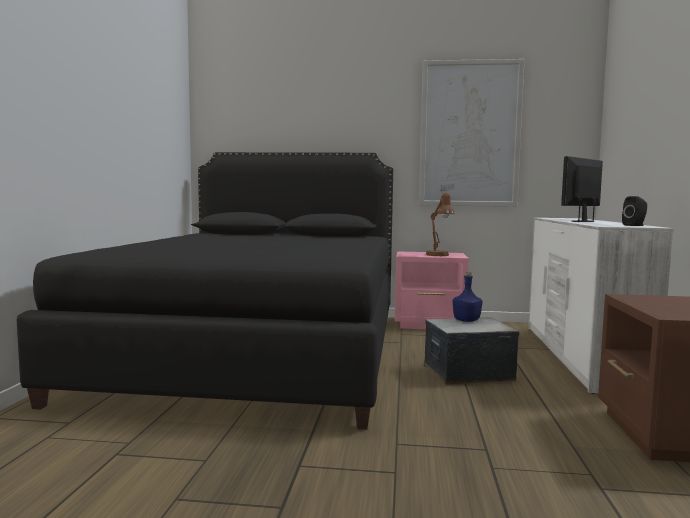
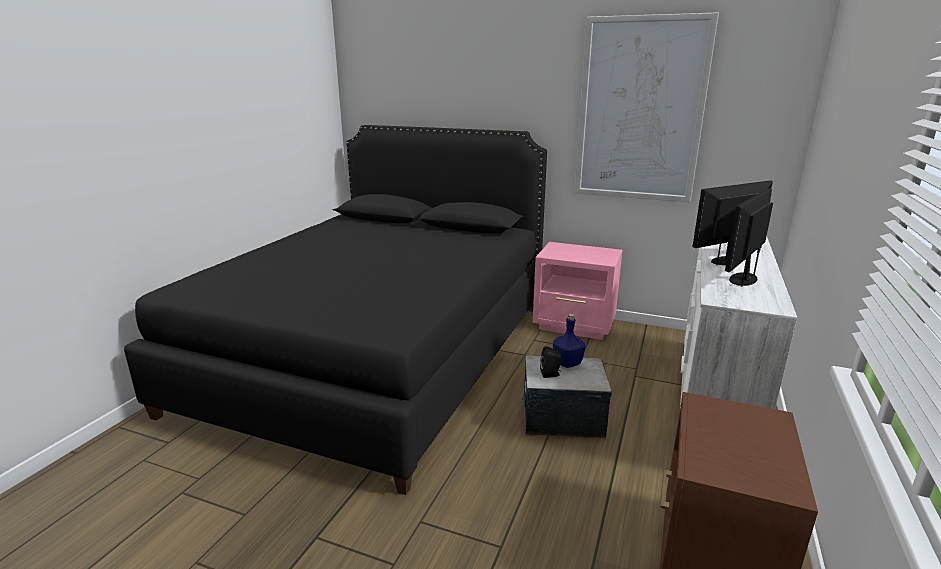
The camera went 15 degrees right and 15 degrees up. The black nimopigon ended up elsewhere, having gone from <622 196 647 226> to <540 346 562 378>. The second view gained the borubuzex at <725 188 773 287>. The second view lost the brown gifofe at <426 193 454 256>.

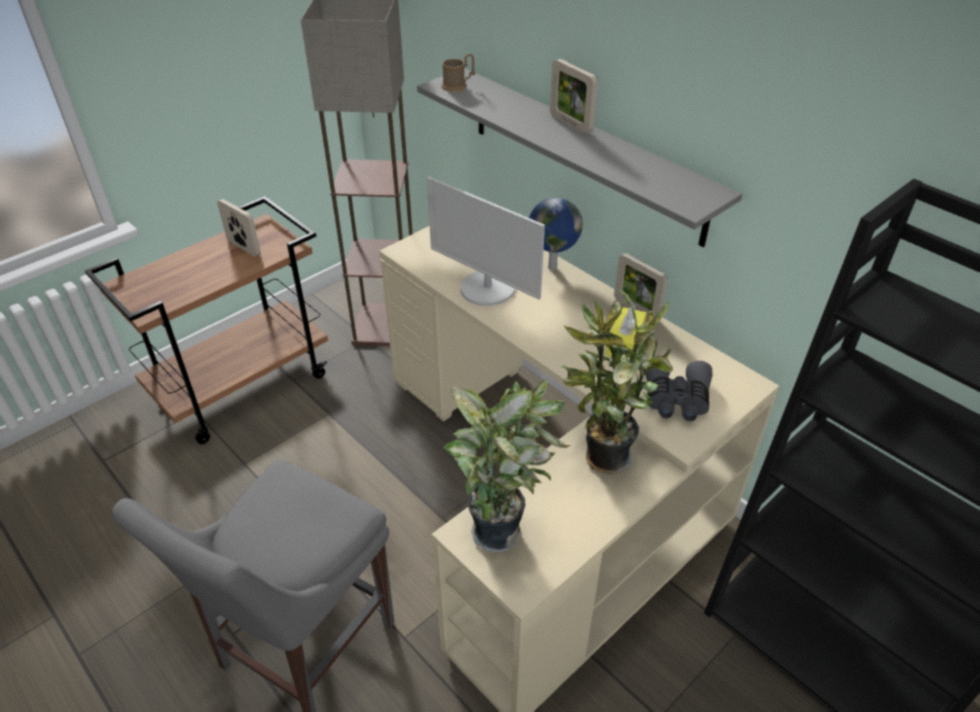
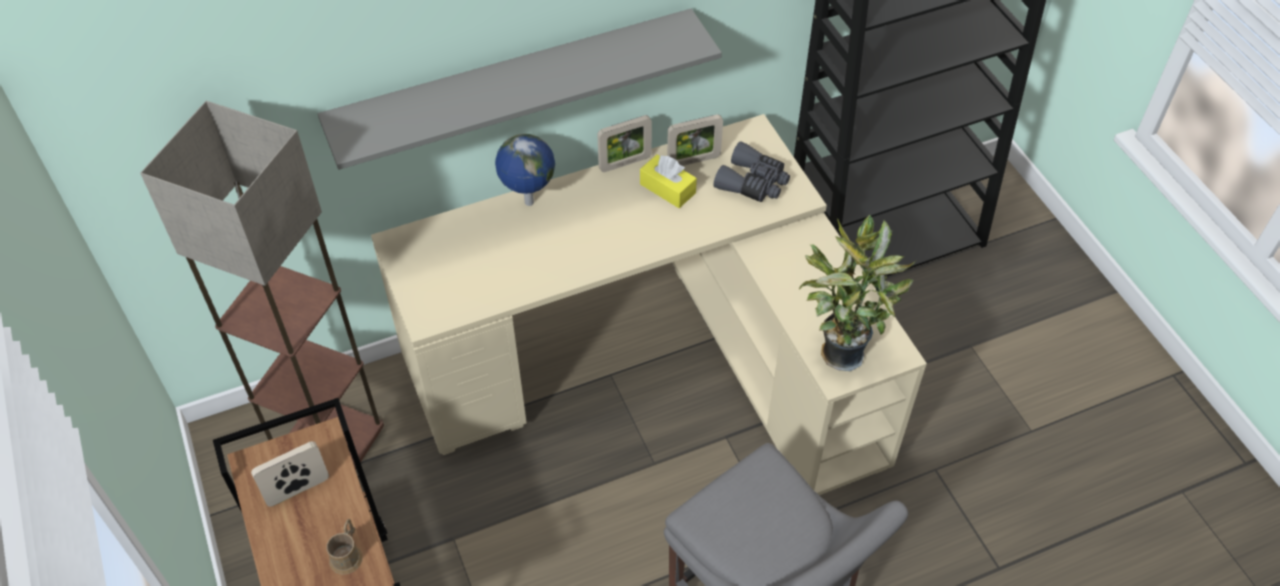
The camera went 70 degrees left and 10 degrees up. The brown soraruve ended up elsewhere, having gone from <441 54 475 92> to <326 519 362 575>. The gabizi ended up elsewhere, having gone from <550 59 598 134> to <667 114 723 166>. The second view lost the borubuzex at <427 177 545 306>. The second view lost the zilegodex at <562 289 673 474>.

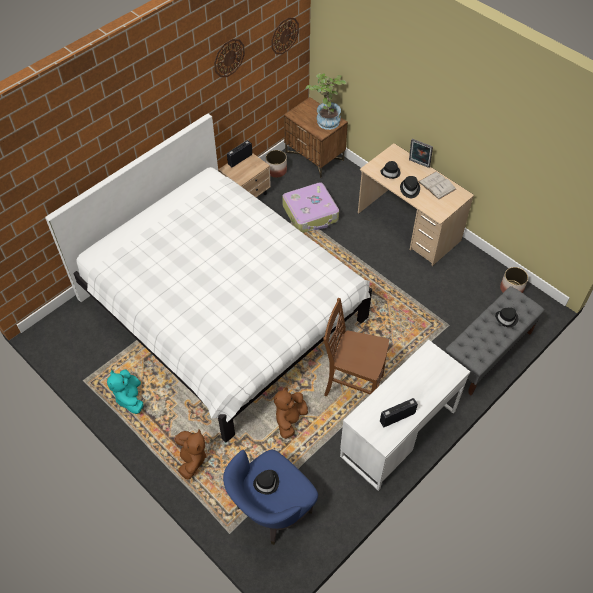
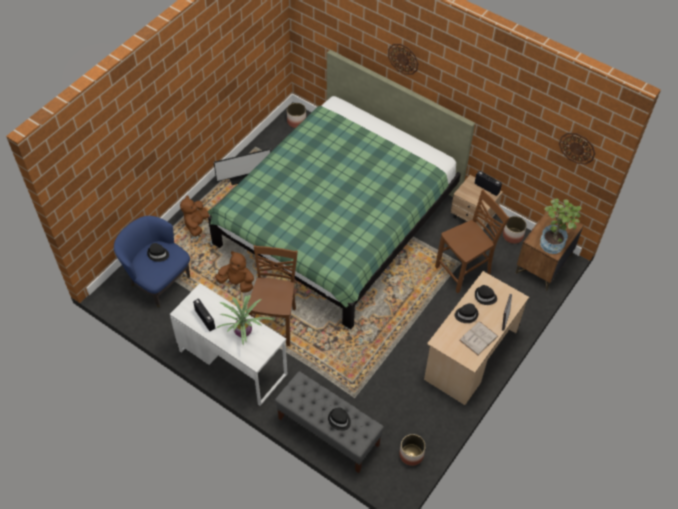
The camera went 80 degrees right and 0 degrees up. The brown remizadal at <175 430 207 479> ended up facing another way, 120 degrees clockwise from before. What was the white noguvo at <45 113 372 443> turned into the green noguvo at <208 50 475 329>. Where the turquoise remizadal stood at <107 370 144 414>, the borubuzex came to stand at <214 149 271 185>. The second view gained the zilegodex at <217 295 275 346>. The second view gained the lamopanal at <287 103 306 128>. The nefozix ended up elsewhere, having gone from <214 39 245 77> to <388 44 418 75>. Where the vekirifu stood at <282 182 339 233>, the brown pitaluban came to stand at <435 190 509 293>.

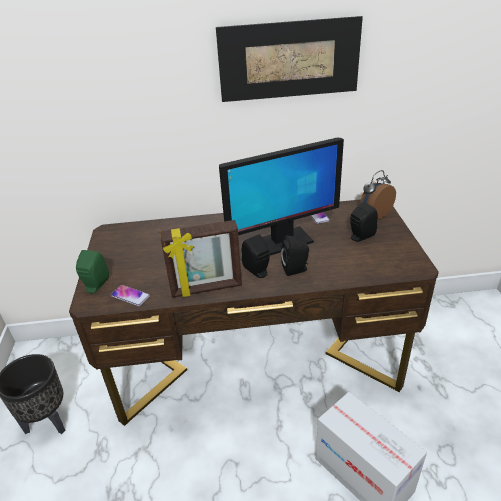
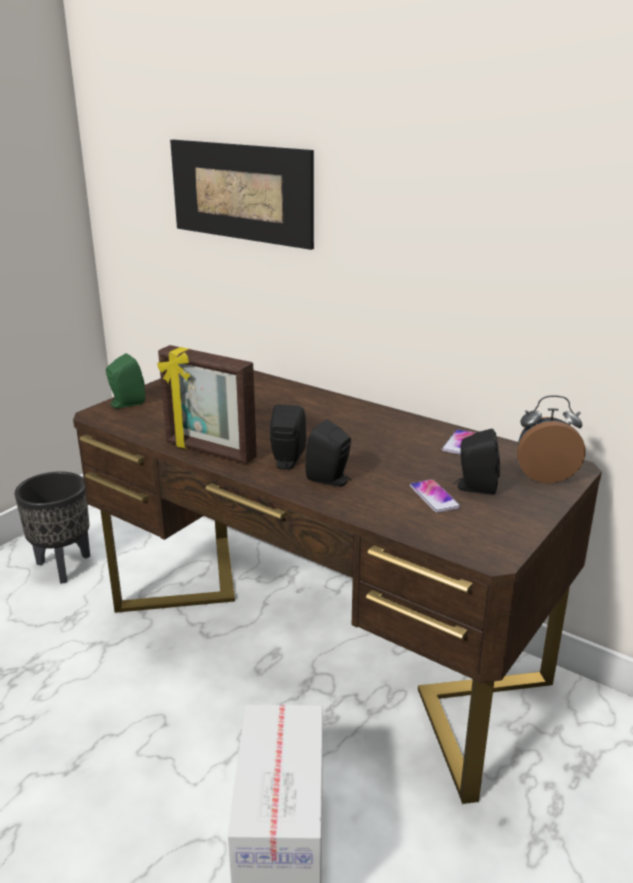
The camera went 40 degrees right and 10 degrees down. The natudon ended up elsewhere, having gone from <216 16 363 102> to <170 140 314 250>. The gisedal ended up elsewhere, having gone from <111 285 150 306> to <410 479 460 513>. The second view lost the borubuzex at <219 138 344 255>.

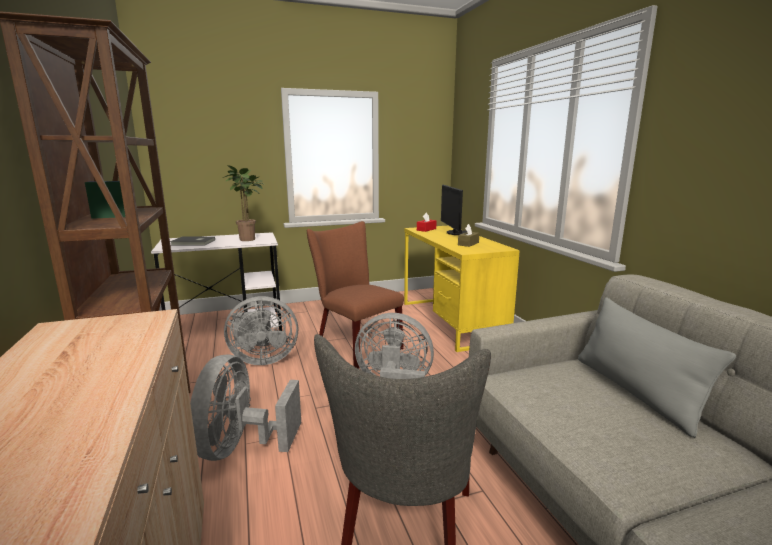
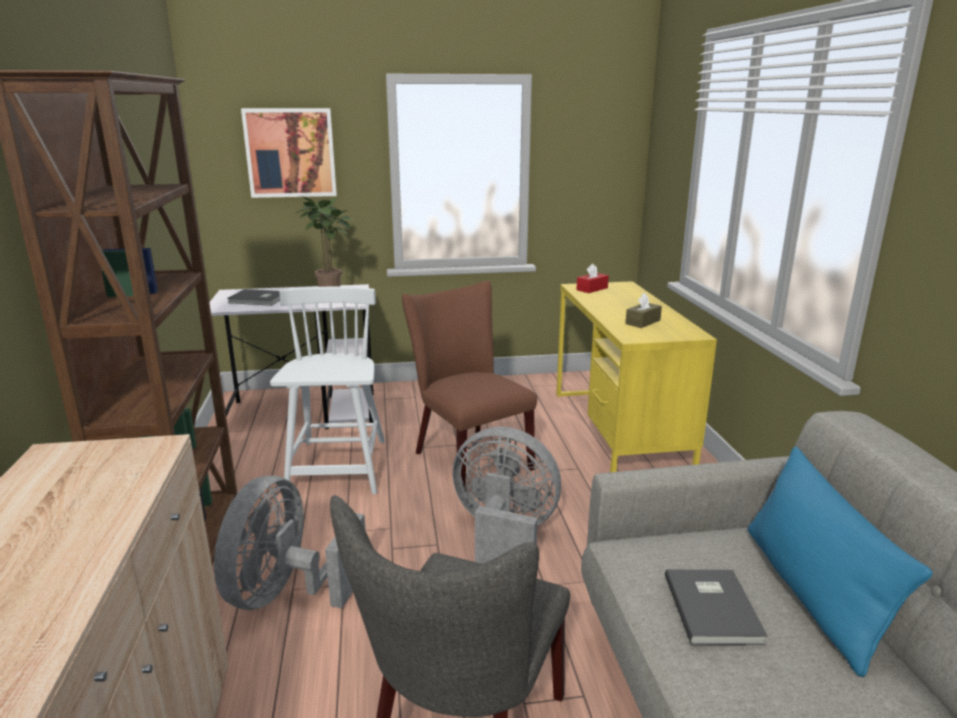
The camera went 10 degrees right and 5 degrees up. The second view gained the natudon at <241 108 337 198>. Where the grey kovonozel stood at <224 296 298 365>, the white pitaluban came to stand at <270 287 385 494>. The second view gained the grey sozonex at <665 569 768 645>. What was the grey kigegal at <578 297 736 438> turned into the blue kigegal at <748 446 933 677>. The second view lost the borubuzex at <441 185 467 235>.

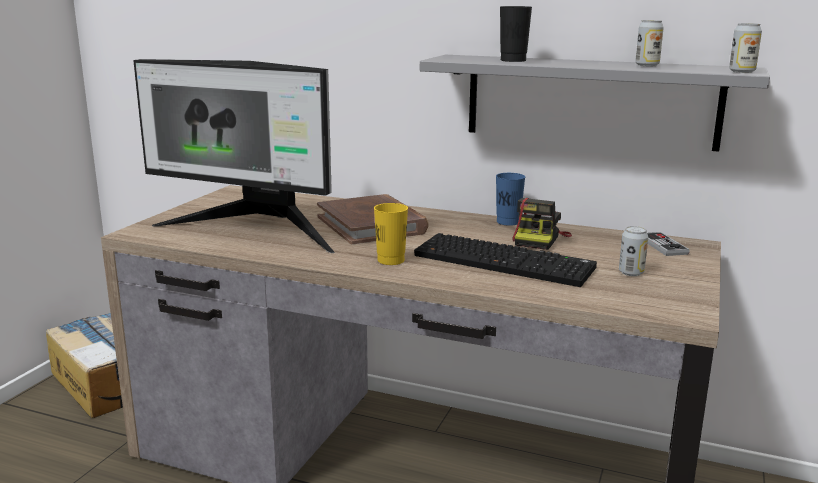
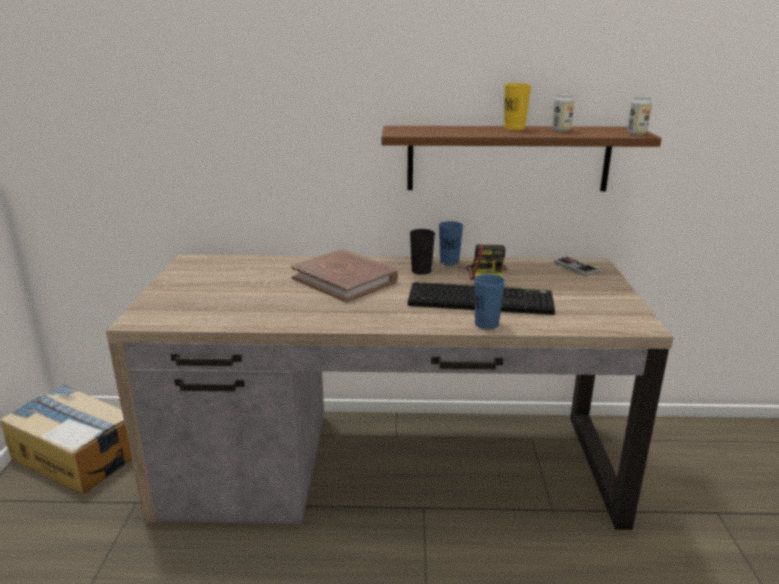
The camera went 20 degrees left and 5 degrees up. What was the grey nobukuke at <420 55 770 152> turned into the brown nobukuke at <381 126 662 191>. The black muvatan ended up elsewhere, having gone from <500 6 532 62> to <410 229 435 275>. The second view gained the blue muvatan at <475 274 505 330>. The yellow muvatan ended up elsewhere, having gone from <374 203 408 265> to <504 83 531 130>. The second view lost the borubuzex at <133 59 335 253>. The second view lost the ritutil at <619 226 648 276>.

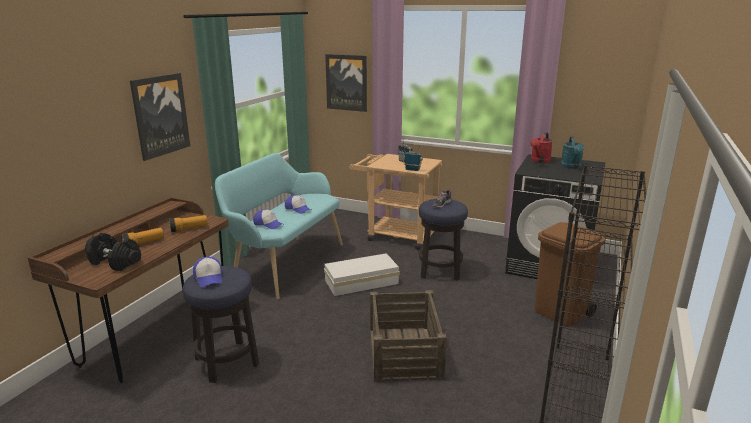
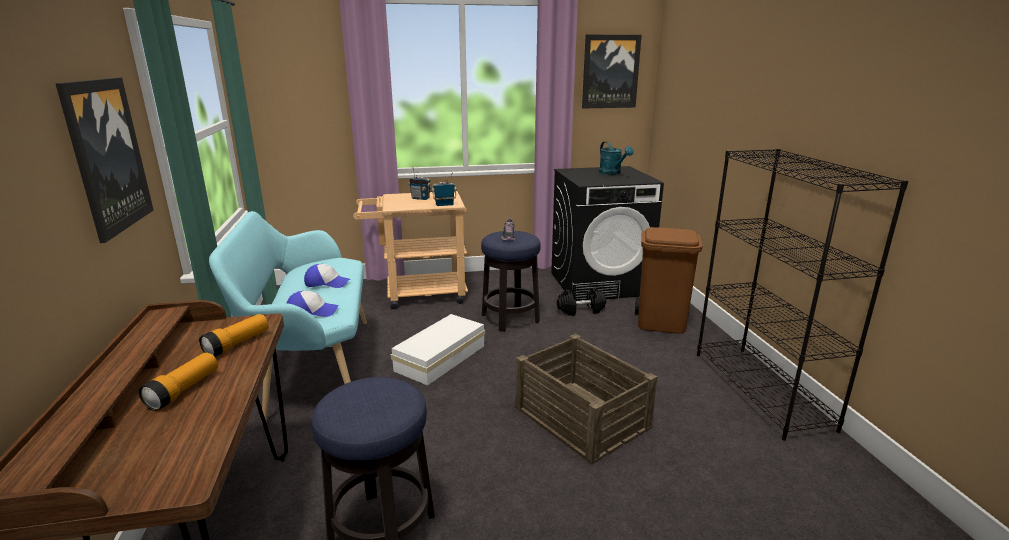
The camera went 35 degrees left and 0 degrees up. The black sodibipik ended up elsewhere, having gone from <85 233 141 271> to <557 287 606 316>. The natudon ended up elsewhere, having gone from <325 54 367 112> to <582 34 642 108>. The second view lost the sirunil at <193 257 222 287>. The second view lost the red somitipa at <530 132 553 163>.

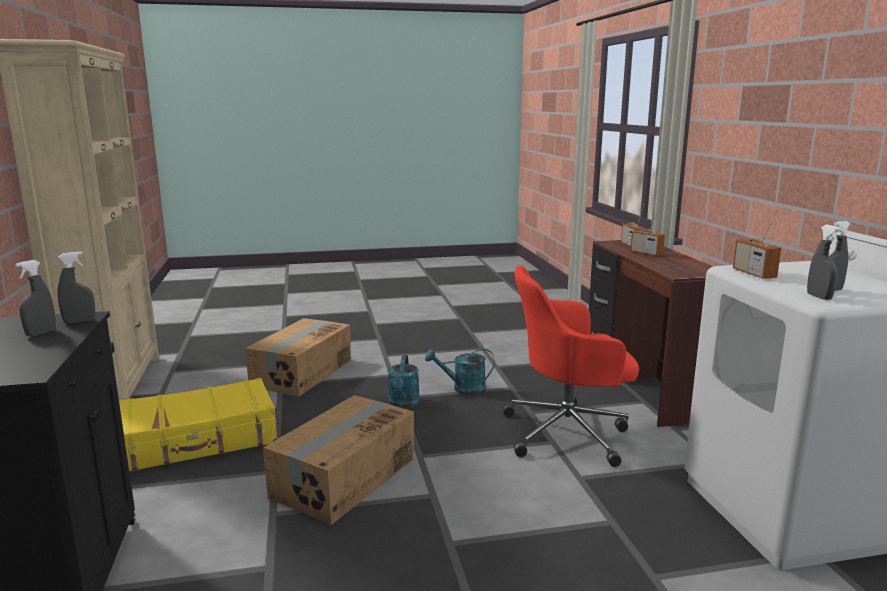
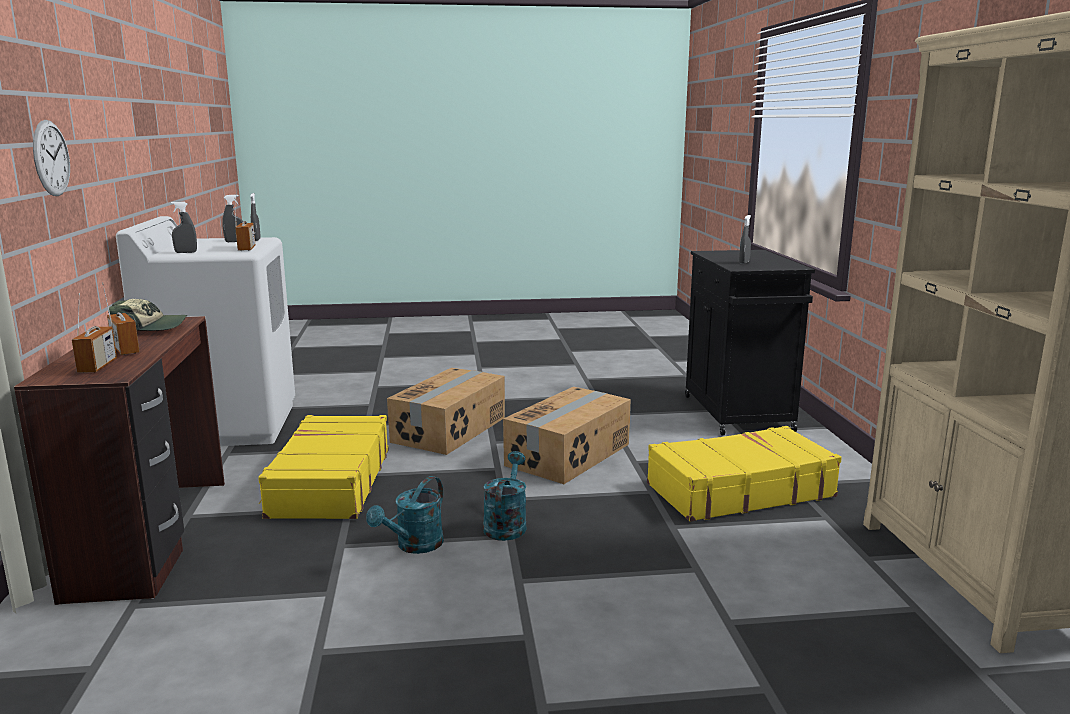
The camera went 175 degrees left and 0 degrees up. The second view gained the nefozix at <33 120 70 196>. The second view gained the sirunil at <108 299 187 331>. The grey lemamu ended up elsewhere, having gone from <57 252 95 324> to <171 202 197 253>. Where the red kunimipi stood at <502 266 639 467>, the yellow vekirifu came to stand at <258 415 389 519>. The turquoise somitipa at <425 349 495 395> ended up facing another way, 120 degrees clockwise from before. The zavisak ended up elsewhere, having gone from <245 318 351 397> to <387 368 505 455>.

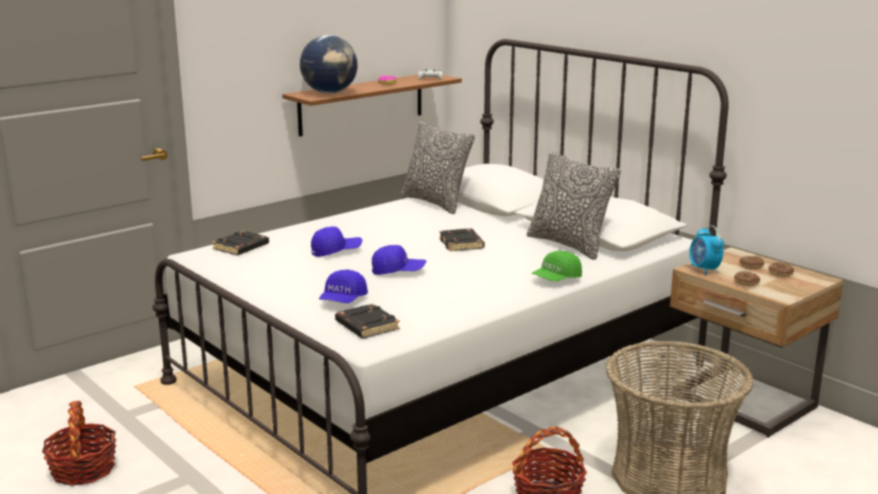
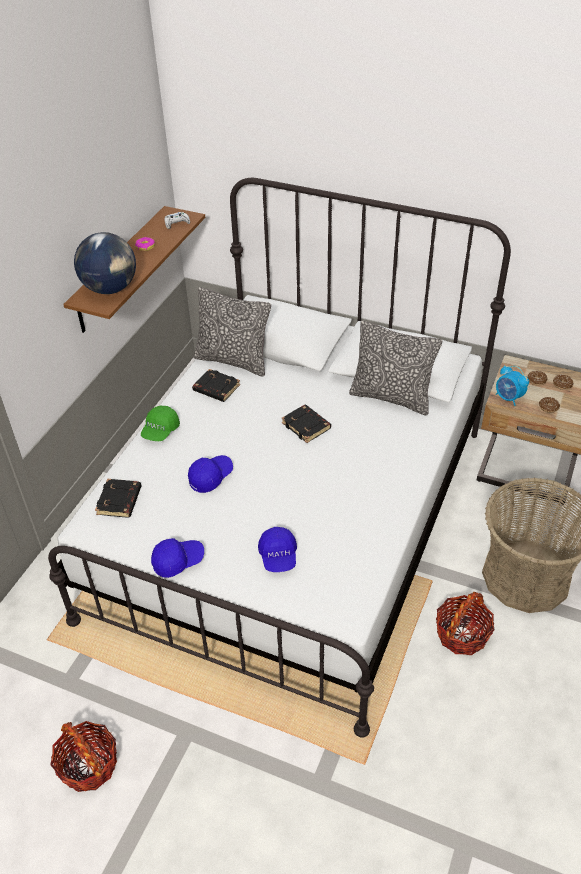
The camera went 25 degrees left and 25 degrees up. The green sirunil ended up elsewhere, having gone from <531 251 582 282> to <141 406 180 441>. The blue sirunil ended up elsewhere, having gone from <372 245 426 275> to <151 538 204 578>. The black sozonex ended up elsewhere, having gone from <335 303 400 338> to <192 369 240 402>.

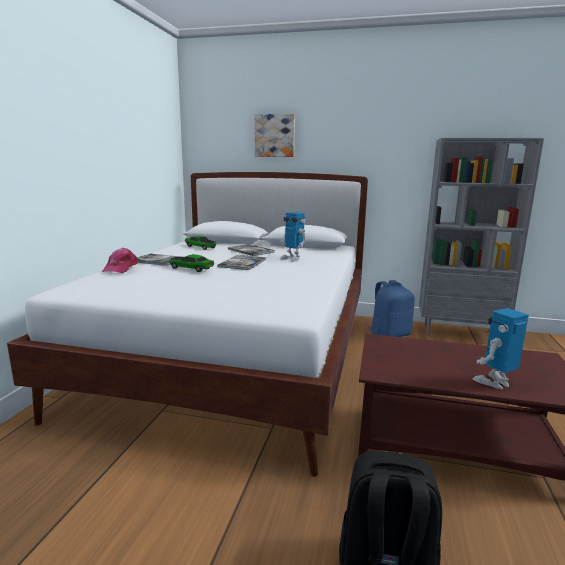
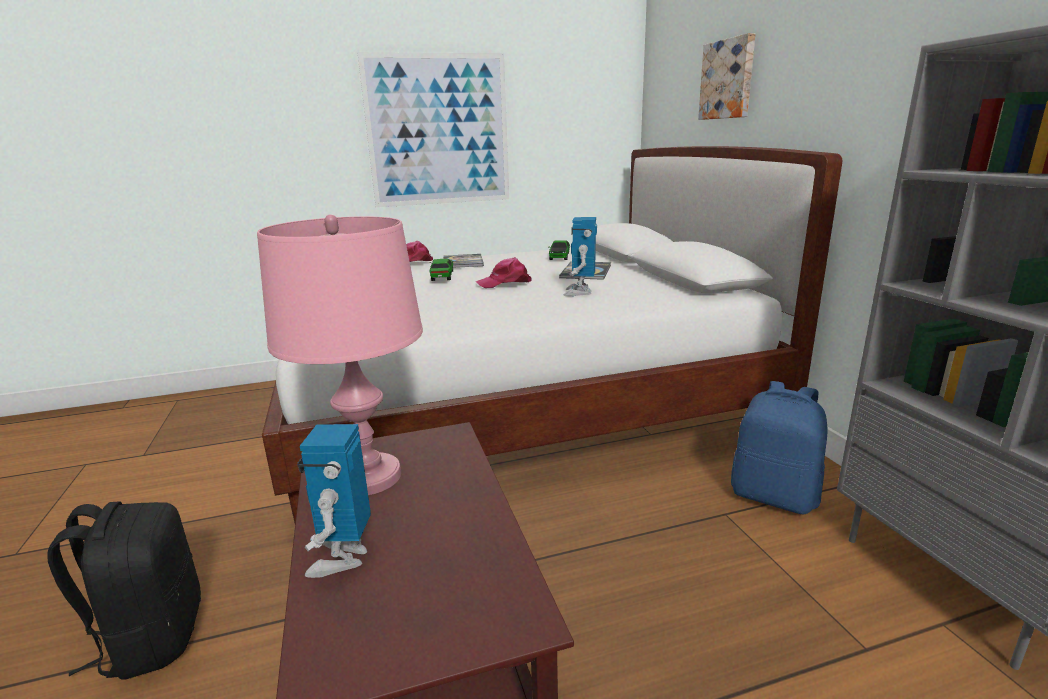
The camera went 60 degrees right and 5 degrees up. The second view gained the pink gifofe at <257 214 423 495>. The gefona at <472 308 529 389> ended up facing another way, 120 degrees counterclockwise from before. The second view gained the natudon at <357 52 509 207>. Where the sozonex stood at <217 255 266 270>, the pink sirunil came to stand at <476 257 532 288>.

